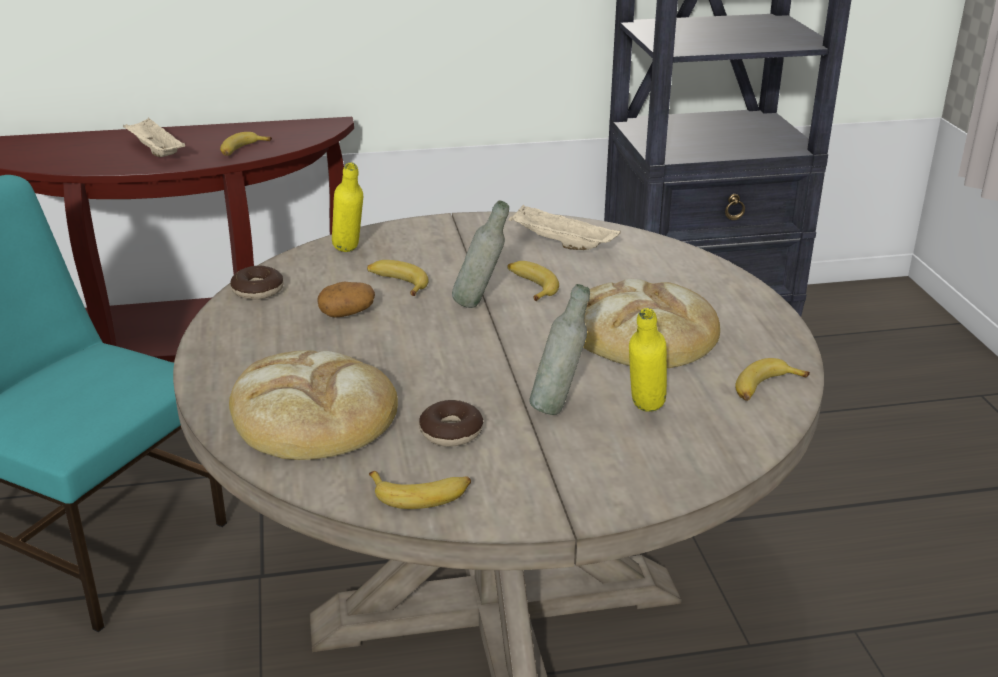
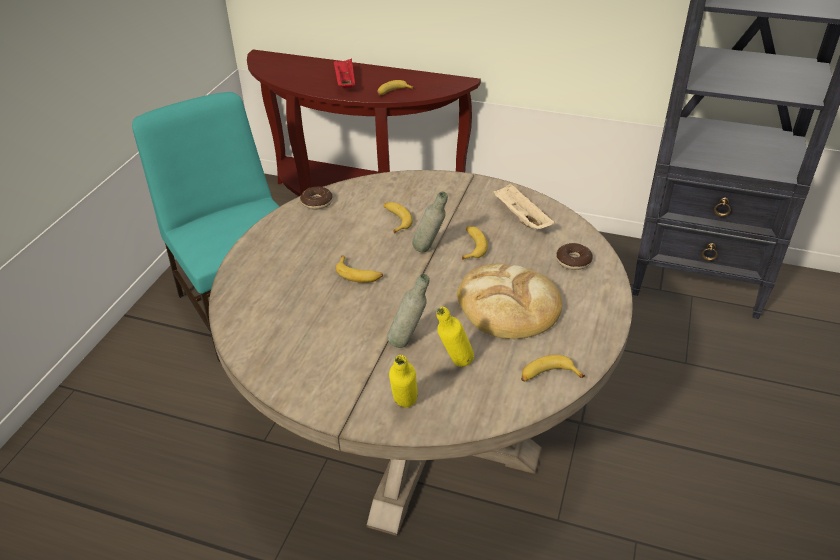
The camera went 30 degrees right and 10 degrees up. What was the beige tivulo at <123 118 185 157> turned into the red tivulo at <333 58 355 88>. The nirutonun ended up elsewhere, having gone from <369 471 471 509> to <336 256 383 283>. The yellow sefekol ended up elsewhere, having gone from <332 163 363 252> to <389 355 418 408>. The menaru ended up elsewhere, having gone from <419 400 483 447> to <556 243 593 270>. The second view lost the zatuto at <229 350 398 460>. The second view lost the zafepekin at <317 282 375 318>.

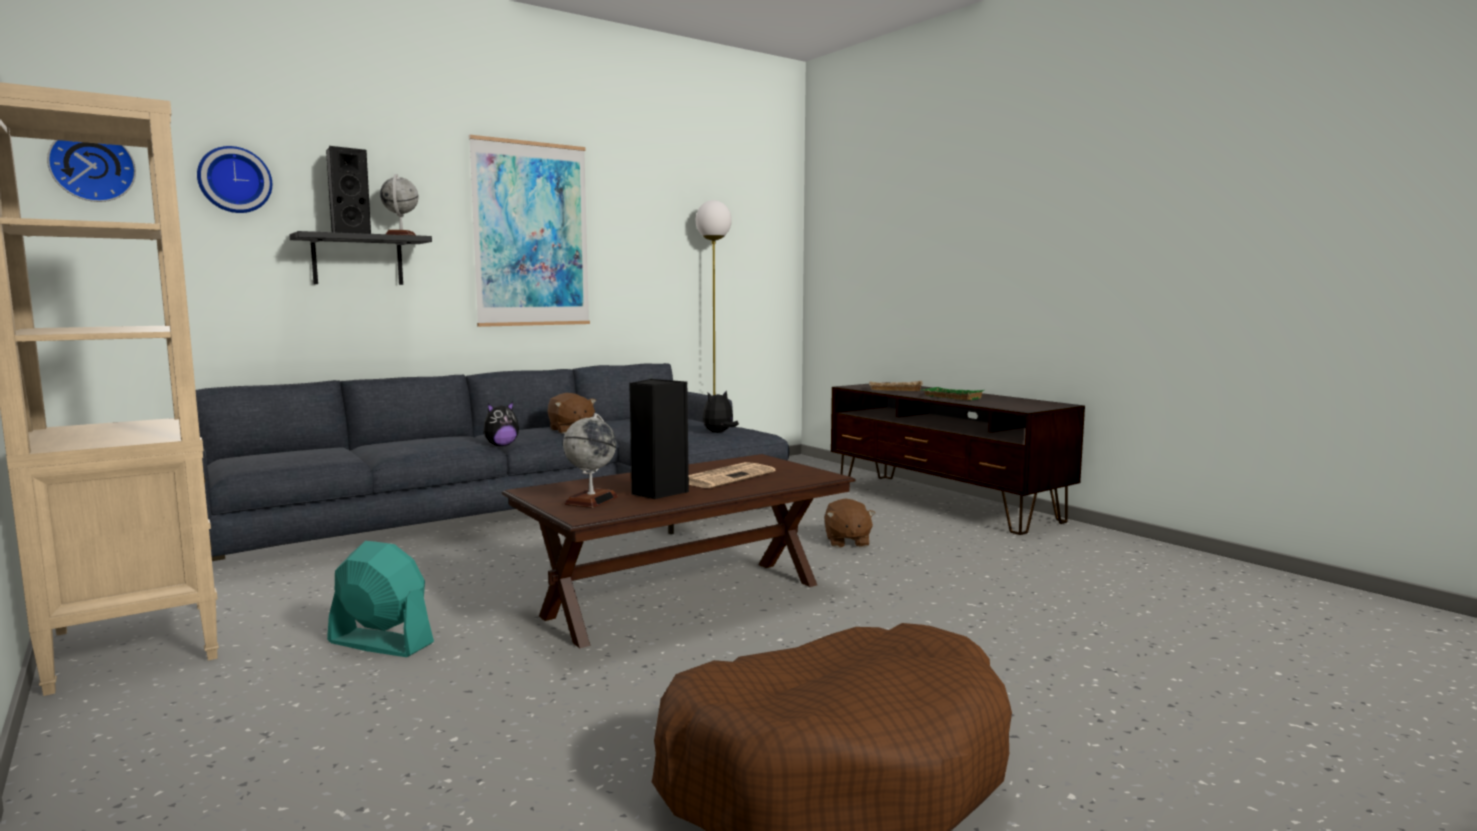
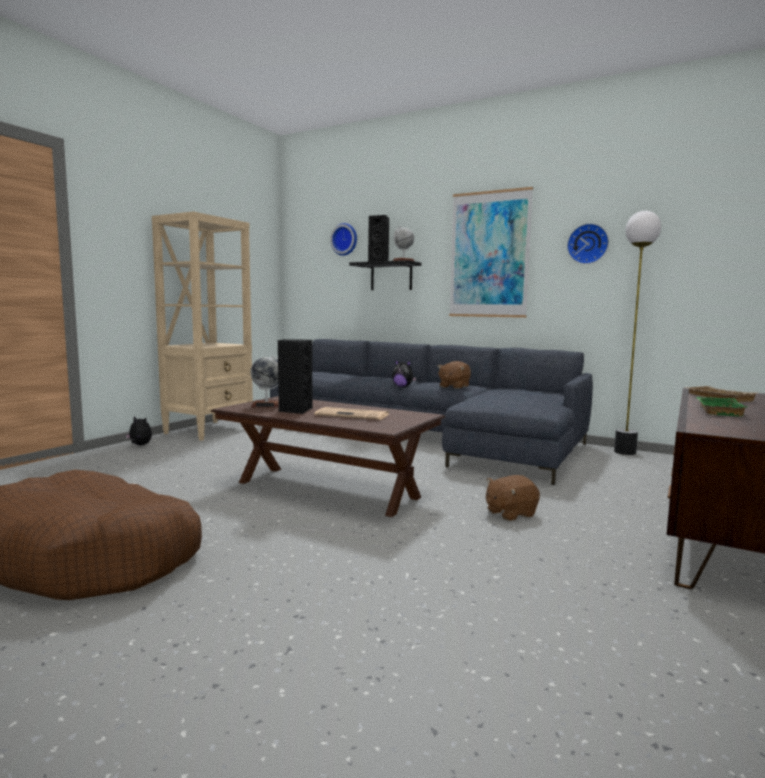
The camera went 65 degrees right and 0 degrees up. The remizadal ended up elsewhere, having gone from <703 390 739 433> to <125 416 152 445>. The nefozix ended up elsewhere, having gone from <47 140 136 202> to <567 223 609 264>. The second view lost the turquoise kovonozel at <327 541 434 657>.

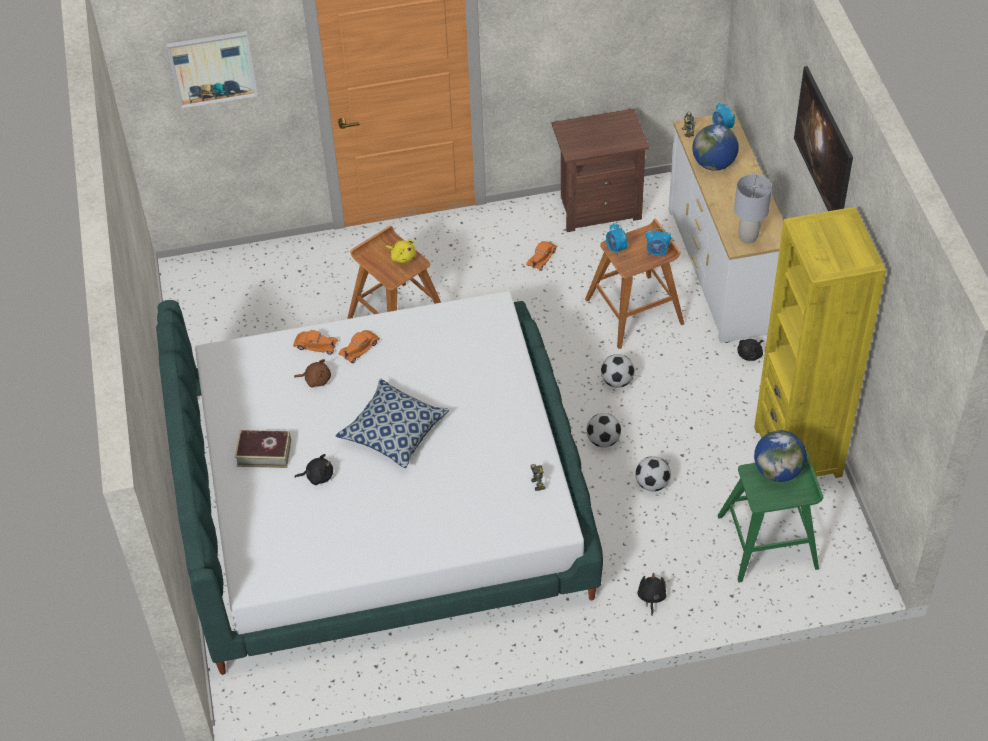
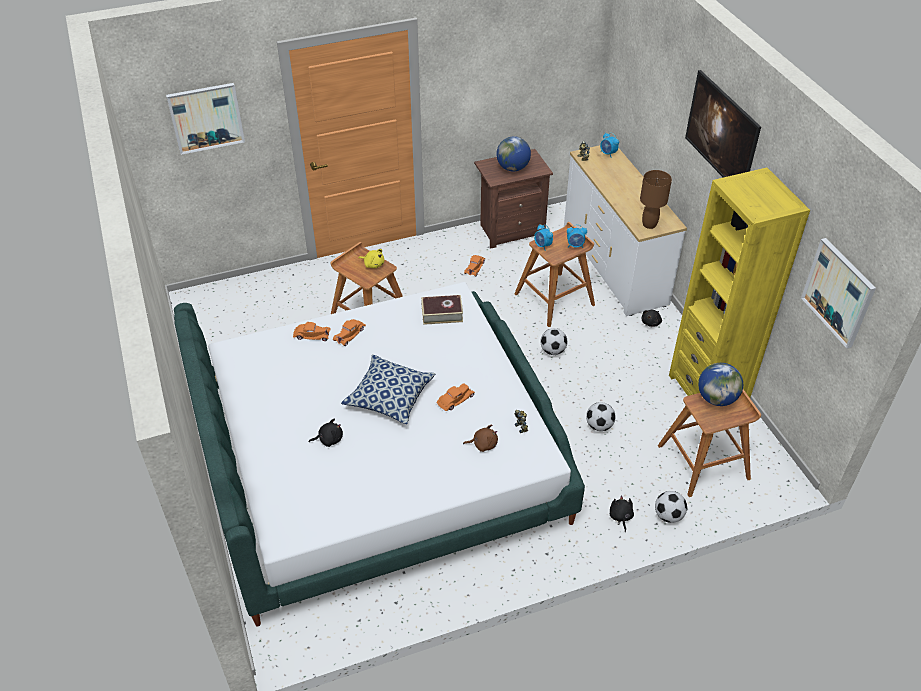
The camera went 10 degrees left and 5 degrees down. The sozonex ended up elsewhere, having gone from <235 430 291 468> to <421 295 463 325>. The second view gained the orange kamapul at <436 383 475 411>. The brown remizadal ended up elsewhere, having gone from <294 359 331 387> to <463 424 498 452>. The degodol ended up elsewhere, having gone from <692 124 739 171> to <496 136 531 172>. What was the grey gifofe at <734 174 772 243> turned into the brown gifofe at <640 170 672 229>. The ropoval ended up elsewhere, having gone from <587 413 621 447> to <655 491 687 523>. What was the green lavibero at <717 451 823 583> turned into the brown lavibero at <658 389 761 497>. The second view gained the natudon at <801 238 876 349>.

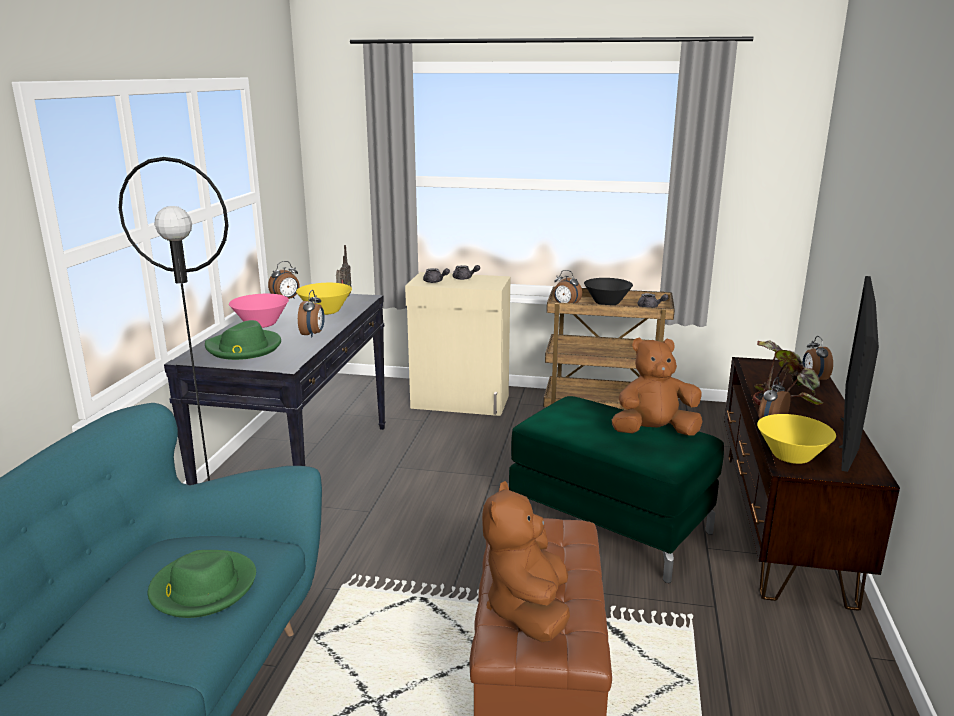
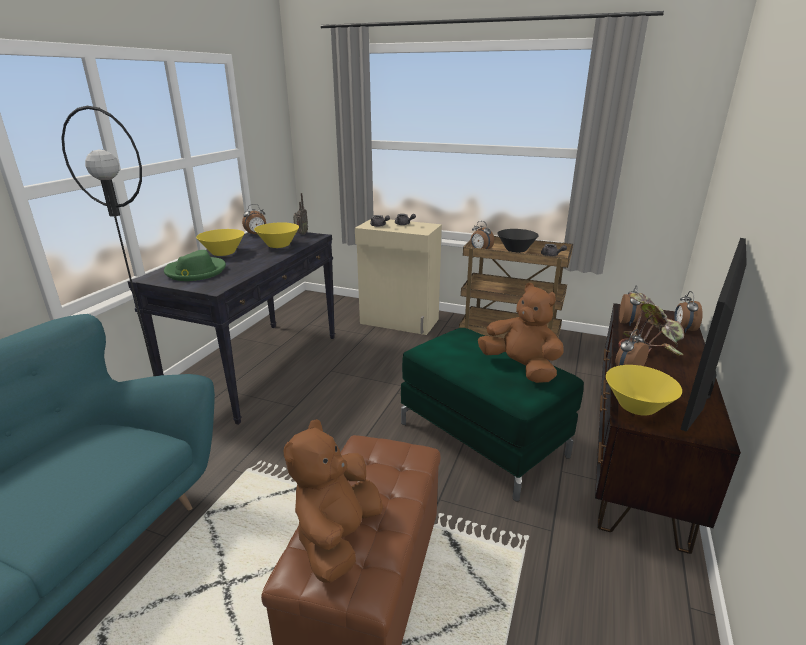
The camera went 10 degrees right and 5 degrees up. What was the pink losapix at <229 294 289 328> turned into the yellow losapix at <196 229 244 256>. The brown remizadal at <612 337 703 436> ended up facing another way, 45 degrees clockwise from before. The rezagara ended up elsewhere, having gone from <298 290 325 338> to <619 285 642 326>. The second view lost the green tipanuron at <148 550 256 618>.

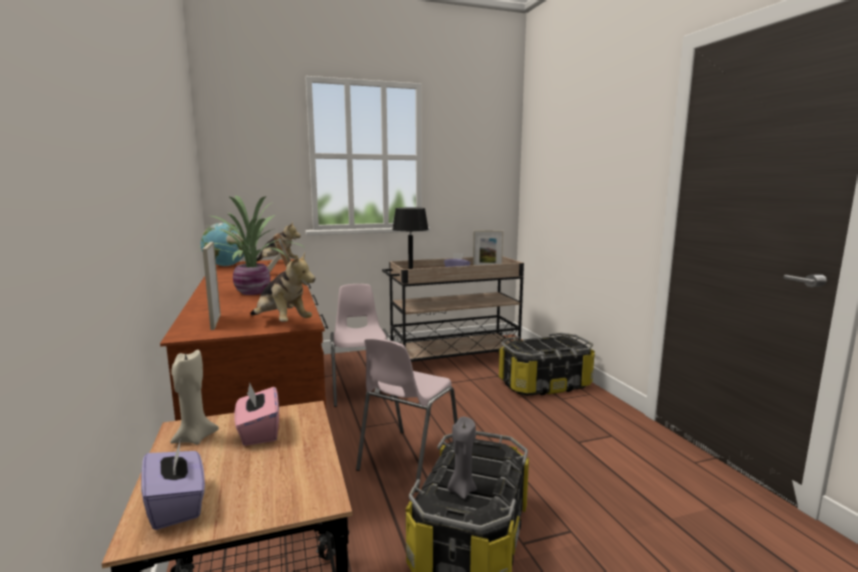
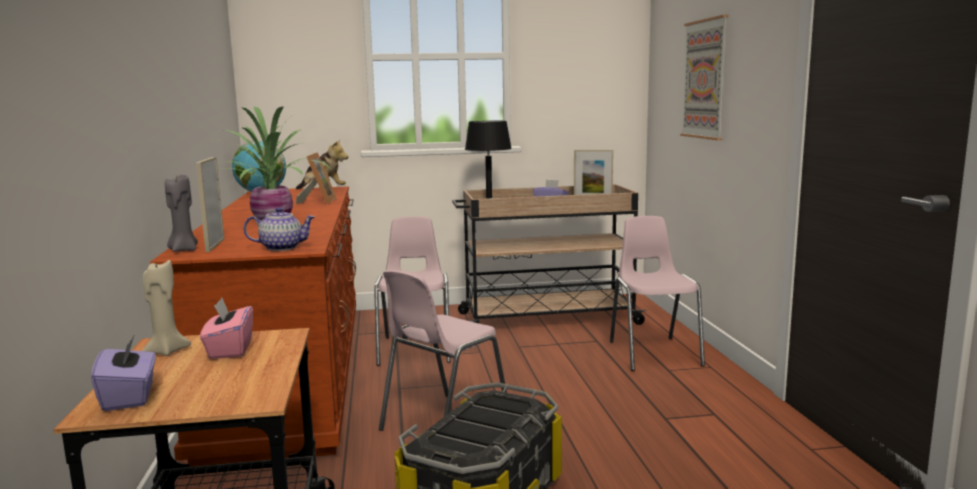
The camera went 10 degrees right and 0 degrees up. The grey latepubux ended up elsewhere, having gone from <448 417 477 499> to <165 175 198 252>. Where the remizadal stood at <250 252 316 322>, the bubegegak came to stand at <244 207 315 251>. Where the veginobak stood at <499 333 595 396>, the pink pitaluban came to stand at <610 216 705 371>. The second view gained the natudon at <680 15 728 140>.

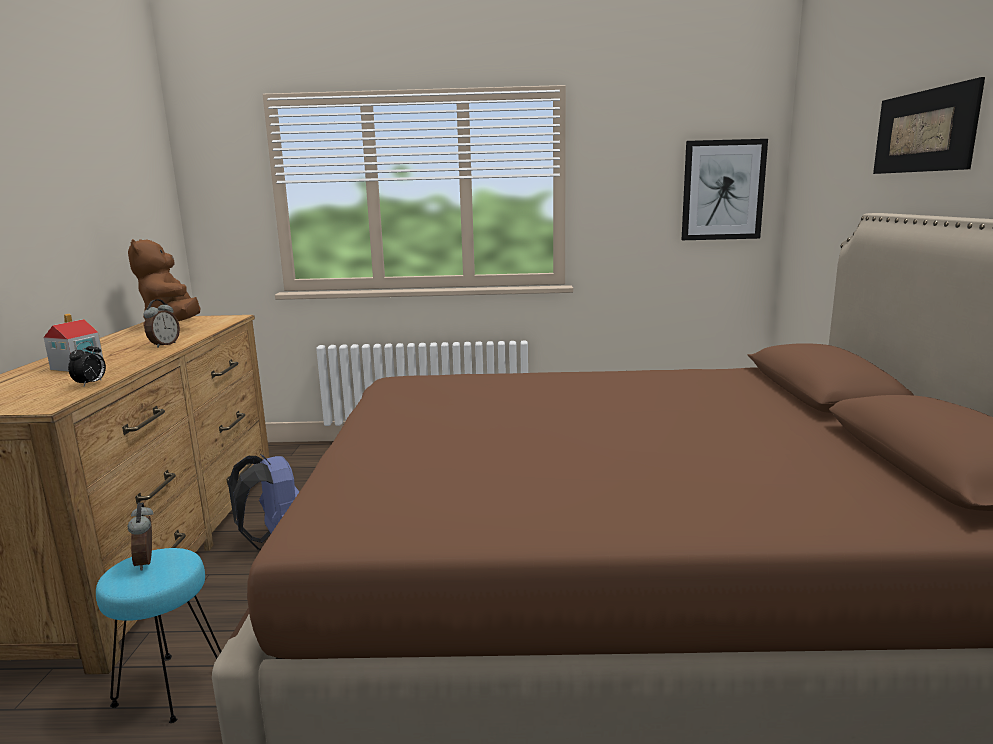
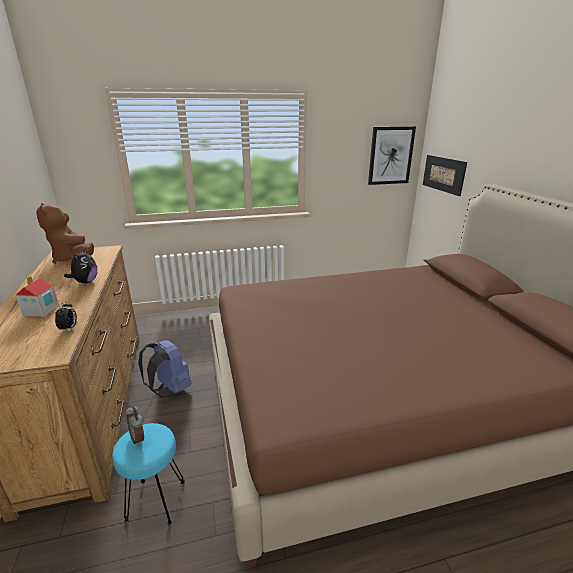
The camera went 15 degrees left and 10 degrees up. Where the rezagara stood at <143 299 180 348>, the remizadal came to stand at <64 248 97 284>. The natudon ended up elsewhere, having gone from <873 77 985 174> to <423 155 467 196>.

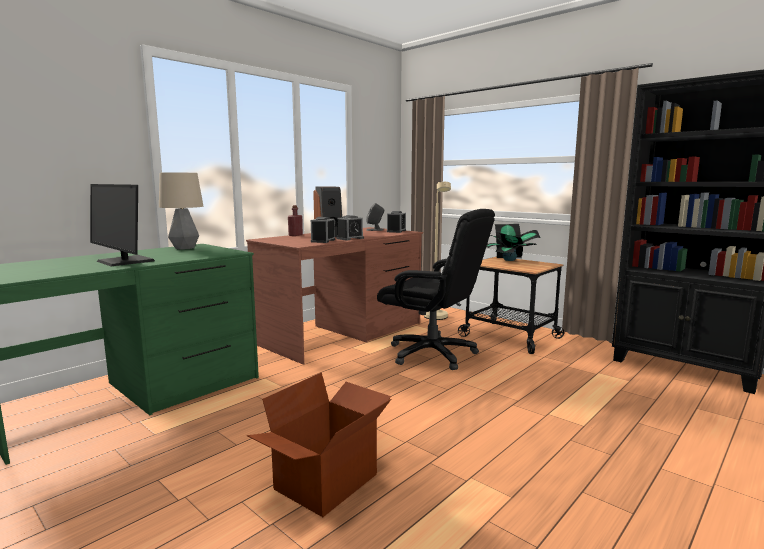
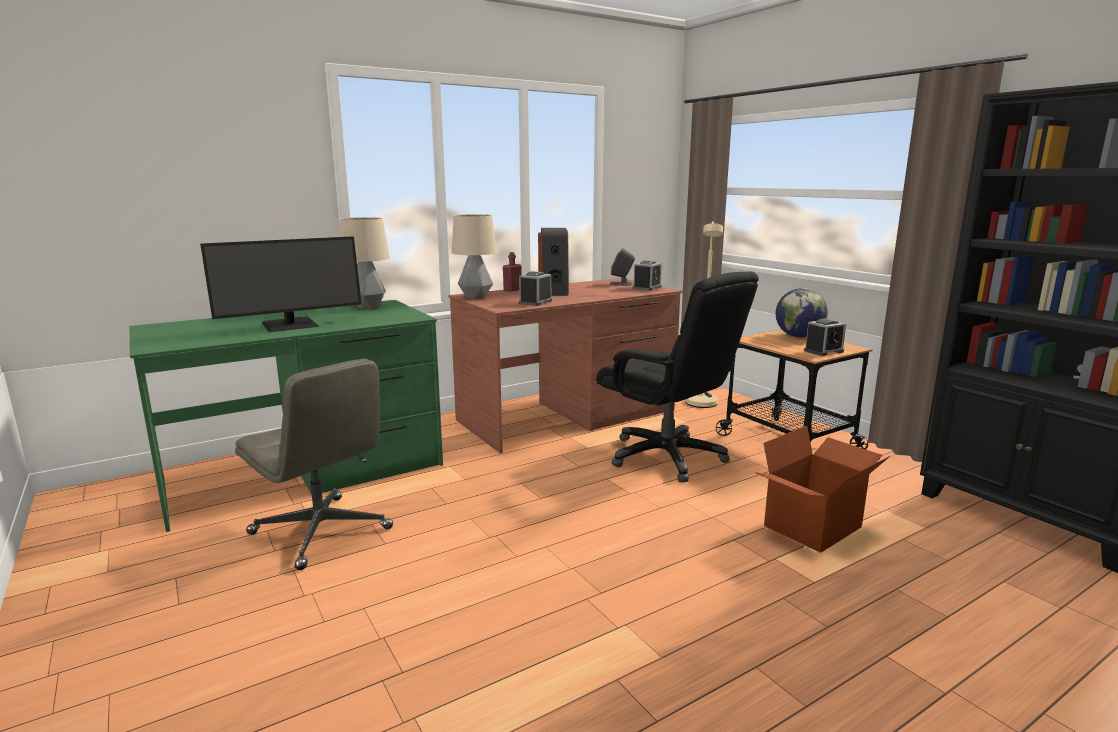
The camera went 15 degrees right and 5 degrees up. The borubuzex at <90 184 155 266> ended up facing another way, 90 degrees counterclockwise from before. The second view gained the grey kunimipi at <235 358 393 570>. The second view gained the gifofe at <451 214 497 299>. The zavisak ended up elsewhere, having gone from <247 372 391 517> to <755 426 890 553>. Where the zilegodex stood at <486 224 540 261>, the degodol came to stand at <776 288 828 338>. The rezagara ended up elsewhere, having gone from <337 215 364 240> to <804 318 846 356>.

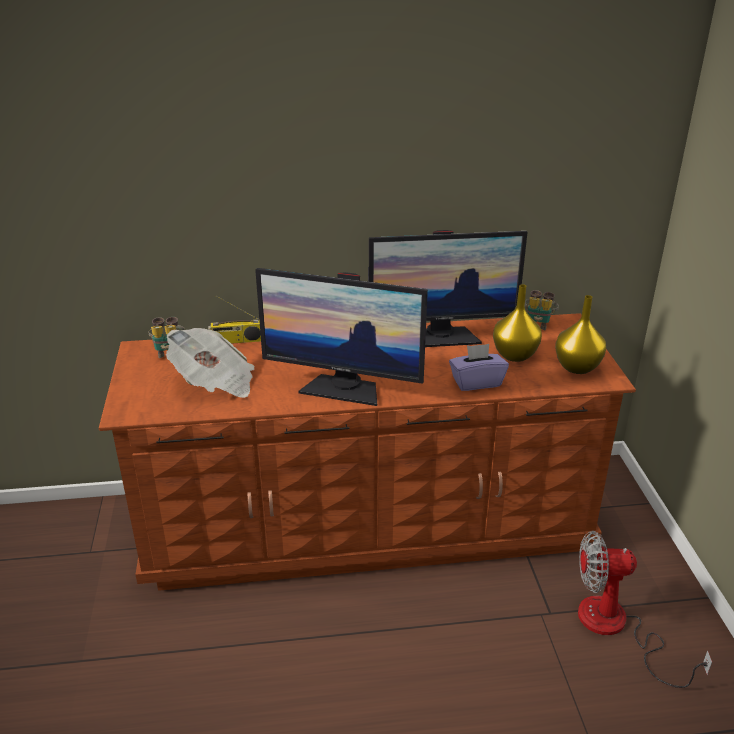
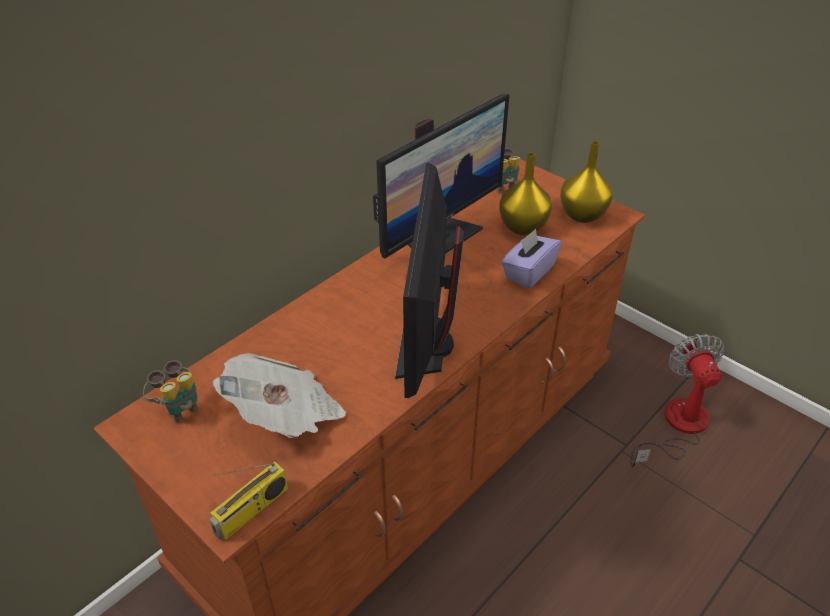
The camera went 40 degrees left and 10 degrees up. The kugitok ended up elsewhere, having gone from <208 296 261 344> to <209 462 288 540>. The borubuzex at <255 268 428 406> ended up facing another way, 120 degrees clockwise from before. The kovonozel at <578 531 712 688> ended up facing another way, 120 degrees clockwise from before.

